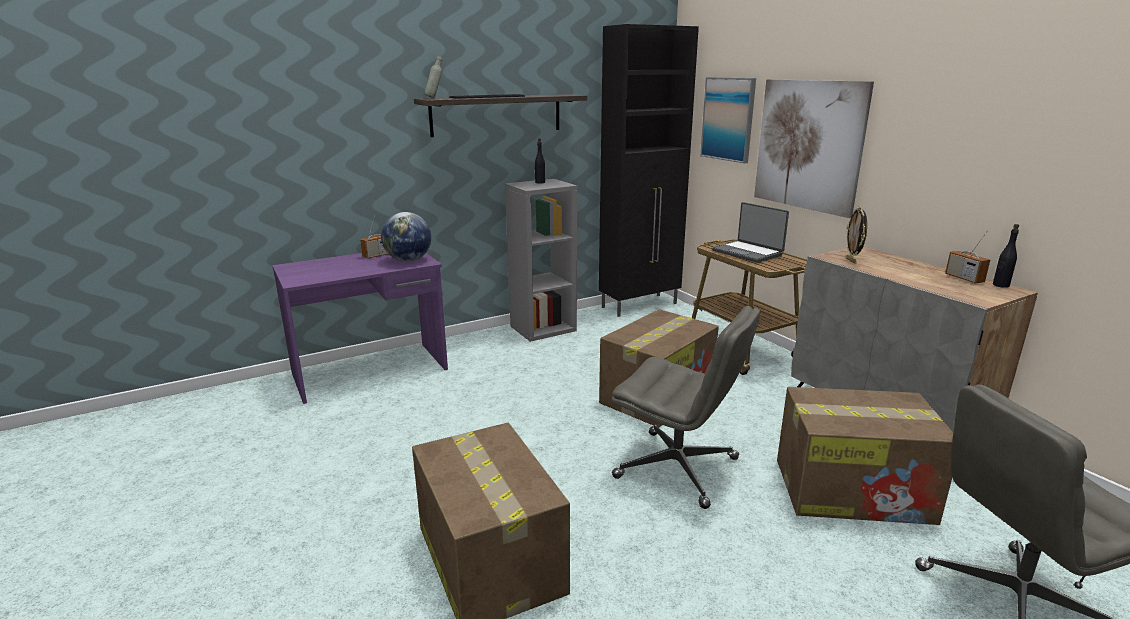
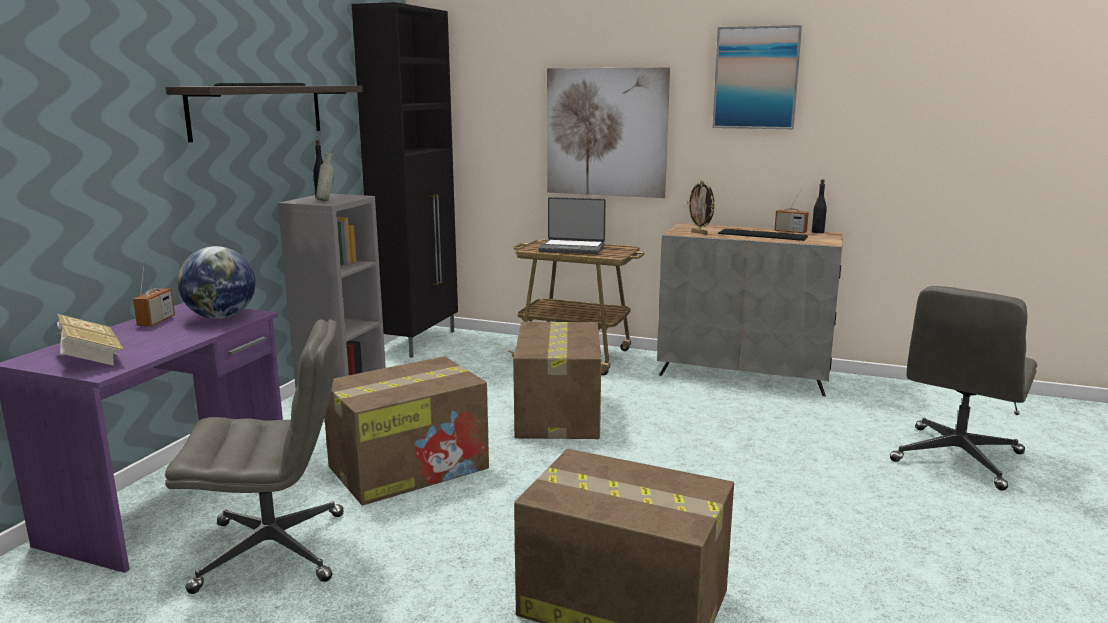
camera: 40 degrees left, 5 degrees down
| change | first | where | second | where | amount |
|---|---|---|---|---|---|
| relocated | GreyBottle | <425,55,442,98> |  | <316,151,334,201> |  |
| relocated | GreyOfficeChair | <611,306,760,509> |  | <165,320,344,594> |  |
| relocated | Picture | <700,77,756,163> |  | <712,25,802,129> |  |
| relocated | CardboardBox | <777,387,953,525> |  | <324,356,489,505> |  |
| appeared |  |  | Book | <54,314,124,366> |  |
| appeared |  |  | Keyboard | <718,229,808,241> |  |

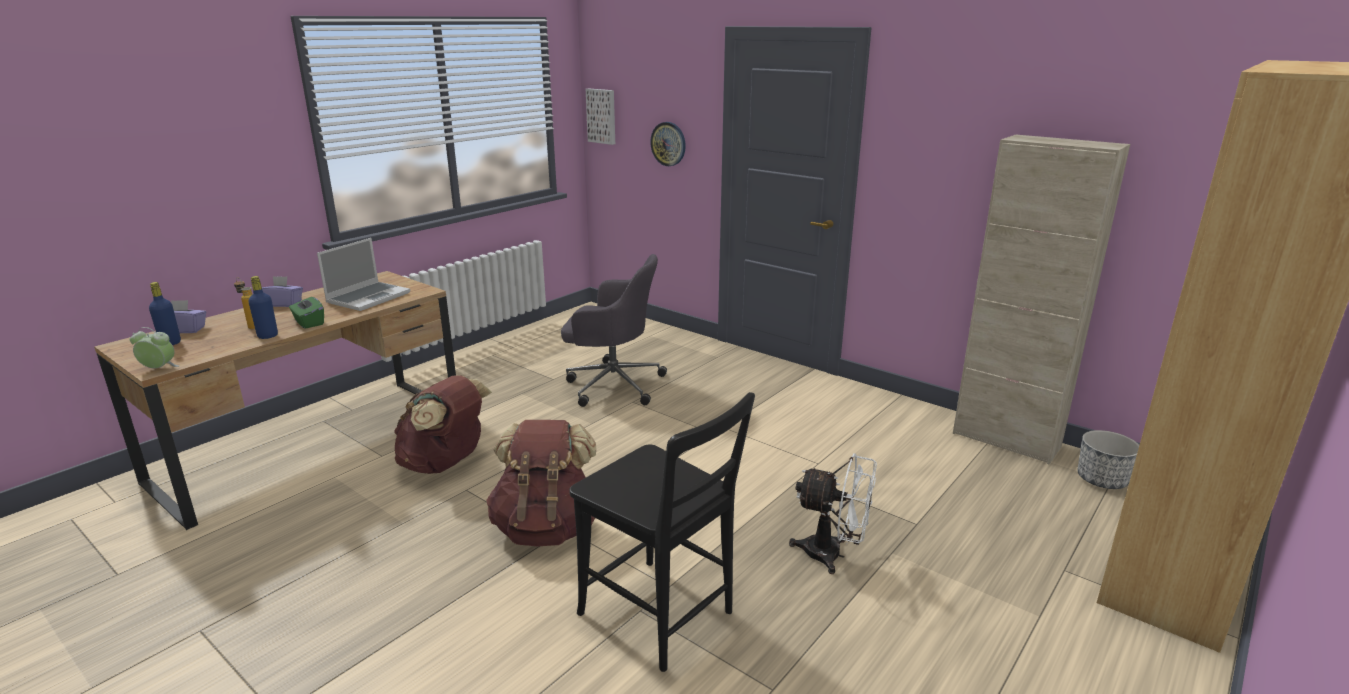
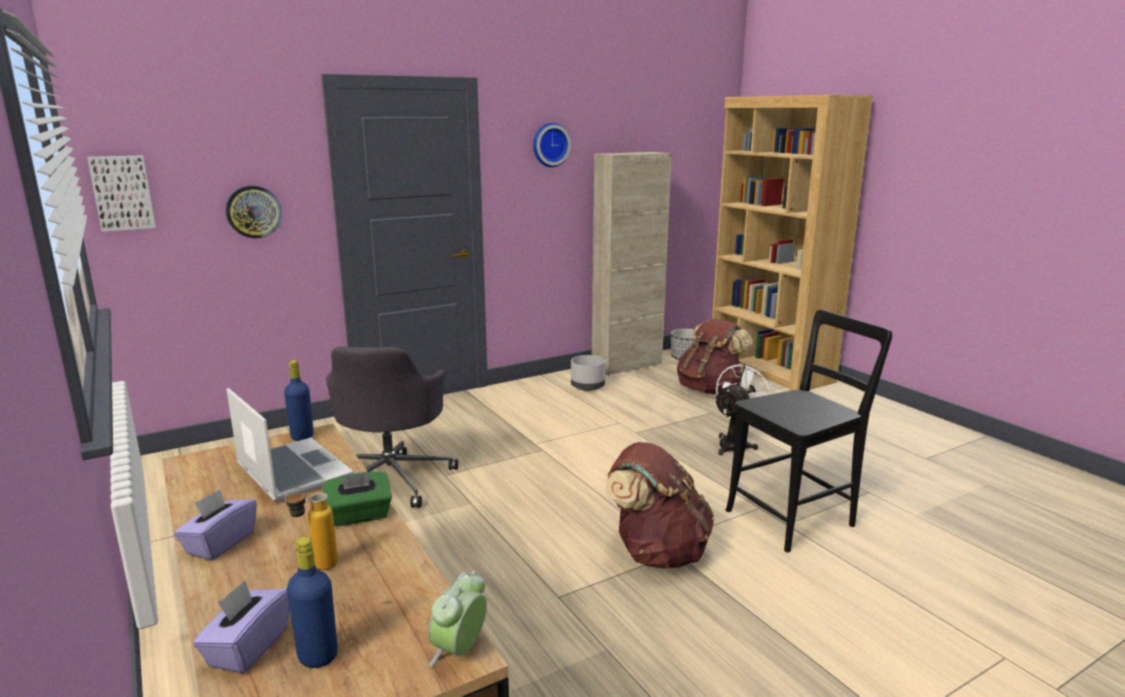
camera: 70 degrees left, 5 degrees down
| change | first | where | second | where | amount |
|---|---|---|---|---|---|
| relocated | BlueBottle | <249,276,278,339> |  | <284,360,314,441> |  |
| relocated | BrownBackpack | <394,375,492,474> |  | <677,318,753,394> |  |
| spun | GreyOfficeChair | <561,254,667,407> |  | <326,346,458,507> | 150 degrees clockwise |
| appeared |  |  | WallClock | <533,123,571,167> |  |
| appeared |  |  | GreyPlanter | <571,355,605,391> |  |

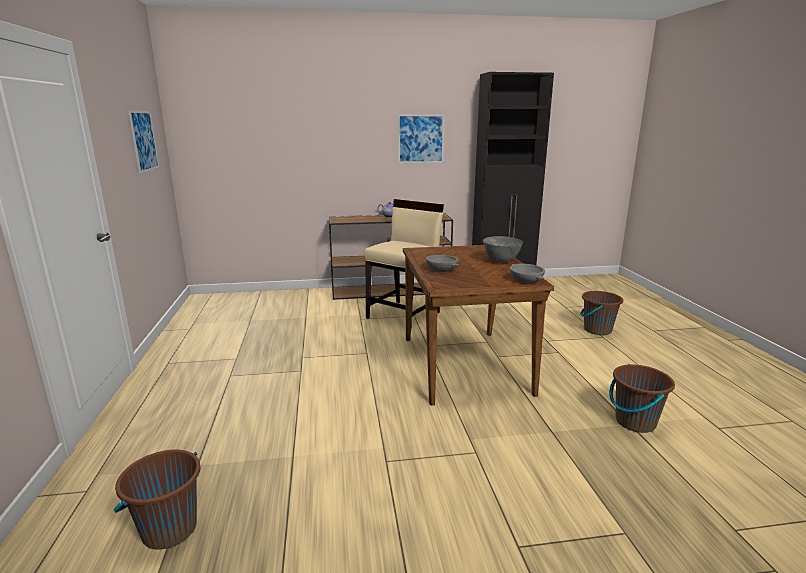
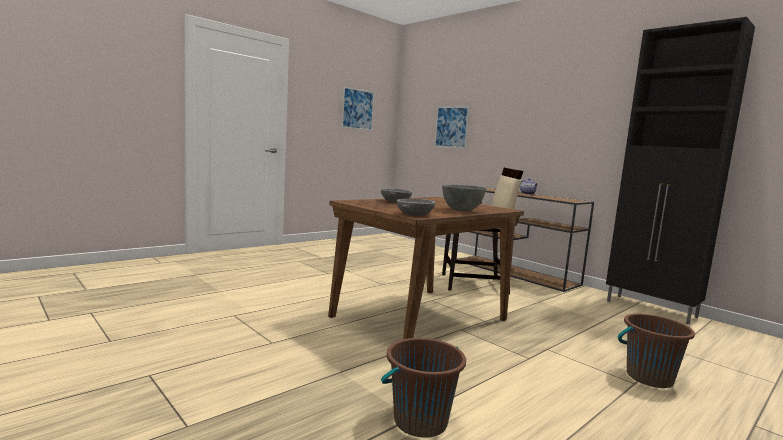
camera: 55 degrees right, 10 degrees down
| change | first | where | second | where | amount |
|---|---|---|---|---|---|
| missing | BrownBucket | <114,450,201,550> |  |  |  |
| relocated | Picture | <398,115,444,163> |  | <434,106,470,149> |  |

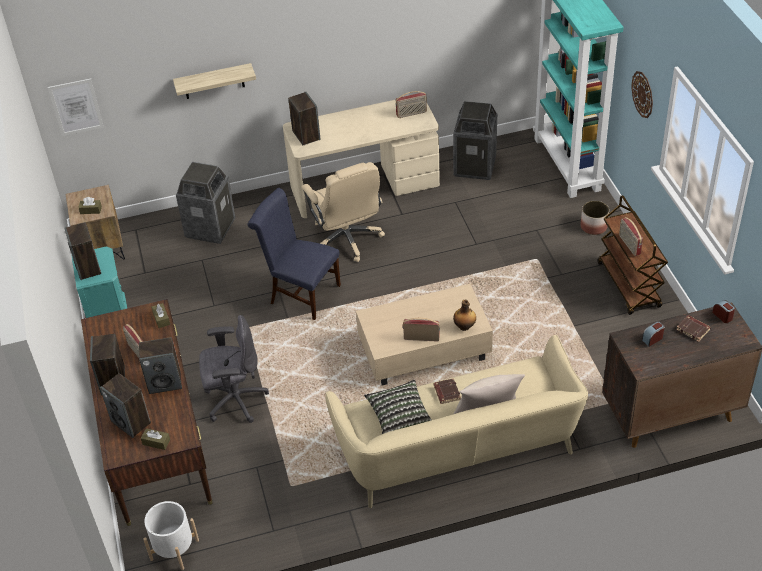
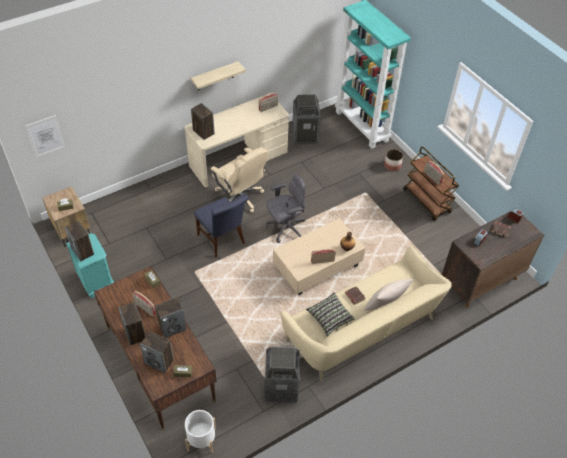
camera: 20 degrees left, 5 degrees up
| change | first | where | second | where | amount |
|---|---|---|---|---|---|
| relocated | Shelf | <173,63,256,99> |  | <191,61,246,90> |  |
| relocated | TrashCan | <176,162,235,244> |  | <265,346,300,403> |  |
| relocated | GreyOfficeChair | <199,315,269,423> |  | <266,174,306,243> |  |
| spun | BlueChair | <247,188,341,320> |  | <194,194,249,258> | 135 degrees counterclockwise |
| missing | WallClock | <631,71,653,118> |  |  |  |

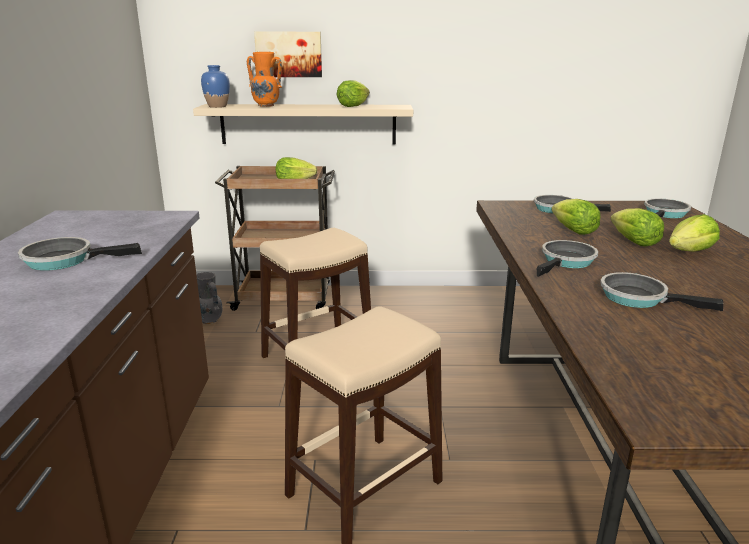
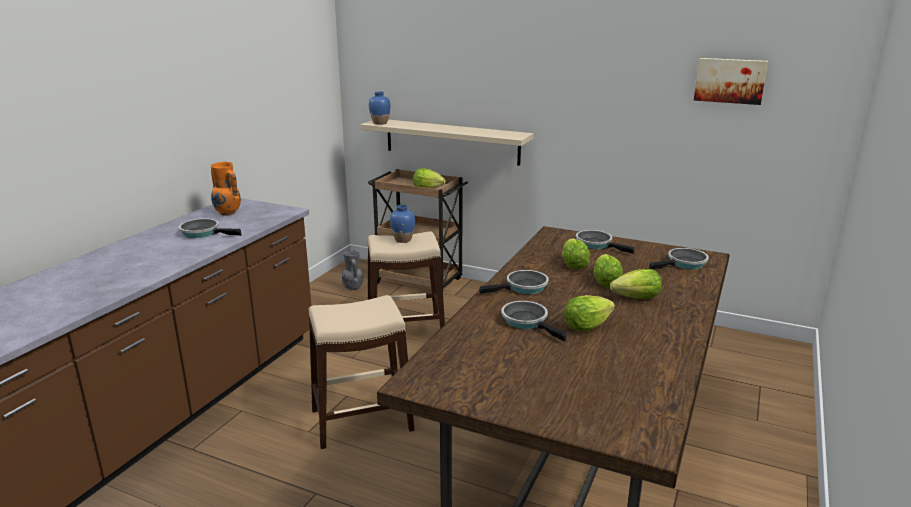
camera: 25 degrees right, 0 degrees up
| change | first | where | second | where | amount |
|---|---|---|---|---|---|
| relocated | OrangeVase | <247,52,282,107> |  | <211,162,241,216> |  |
| relocated | Picture | <254,31,322,77> |  | <694,58,768,105> |  |
| relocated | Lettuce | <337,80,370,107> |  | <564,295,615,332> |  |
| appeared |  |  | BlueVase | <390,205,415,243> |  |

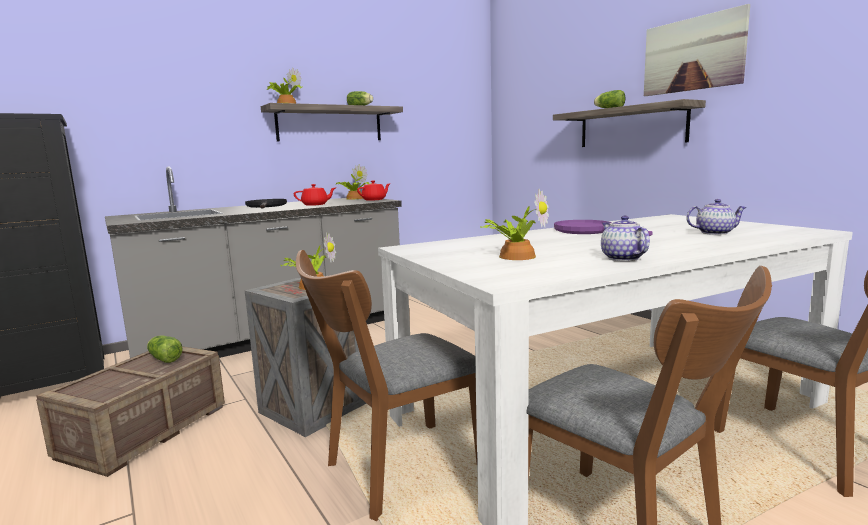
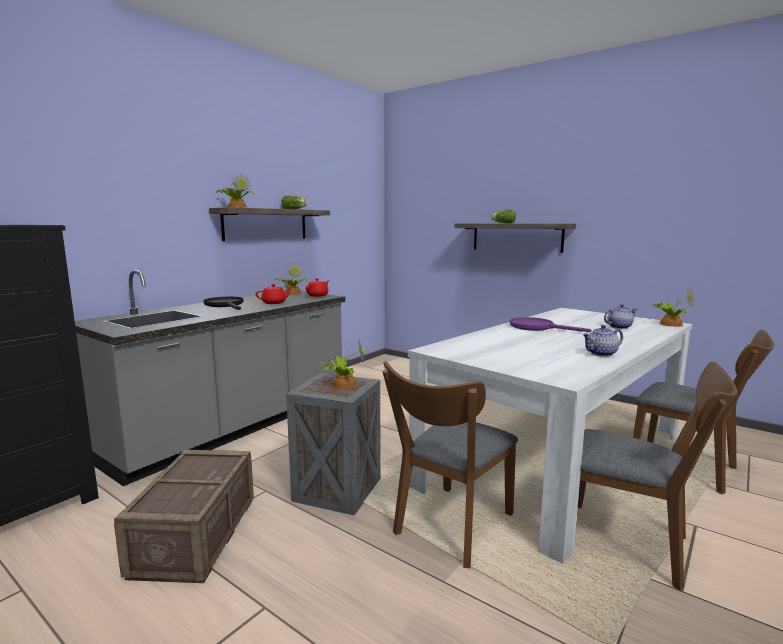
camera: 20 degrees left, 0 degrees up
| change | first | where | second | where | amount |
|---|---|---|---|---|---|
| missing | Lettuce | <147,335,183,363> |  |  |  |
| relocated | PottedPlant | <480,189,549,260> |  | <652,288,694,327> |  |
| spun | Teapot | <601,216,650,261> |  | <582,325,623,357> | 75 degrees counterclockwise |
| missing | Picture | <644,4,750,96> |  |  |  |

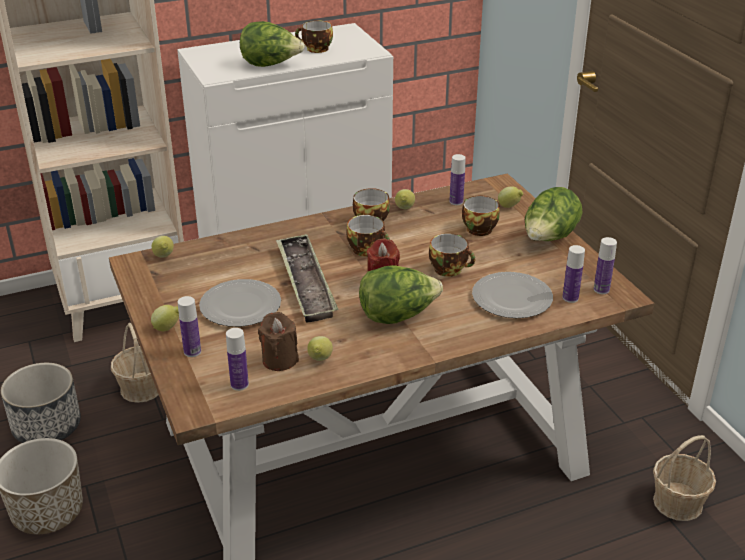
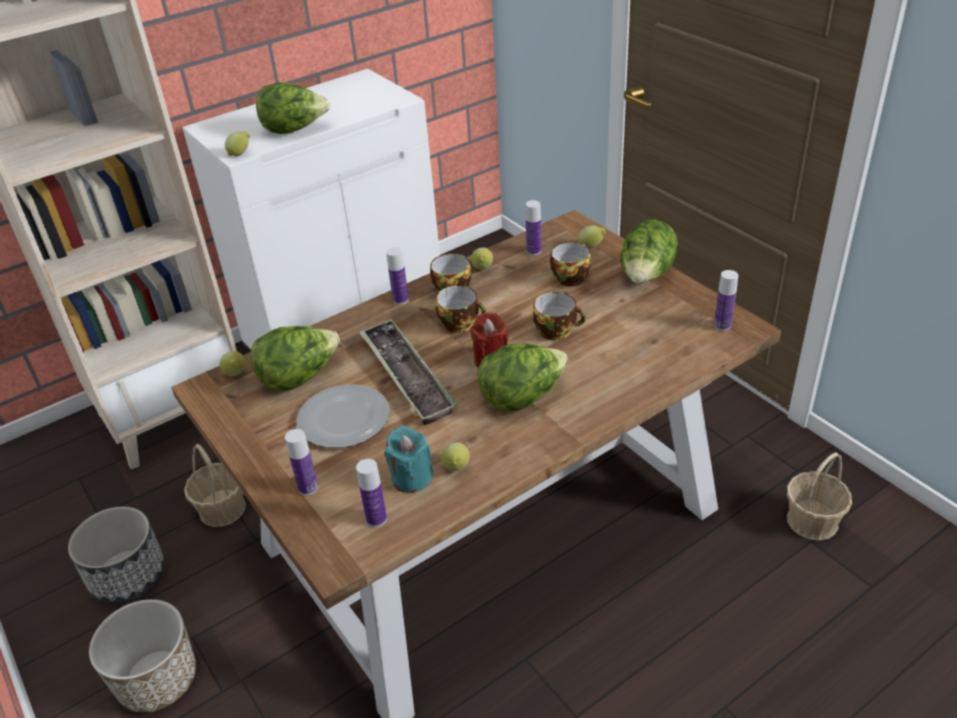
camera: 10 degrees left, 5 degrees up
| change | first | where | second | where | amount |
|---|---|---|---|---|---|
| relocated | Lemon | <151,305,179,331> |  | <225,131,250,156> |  |
| colour | BrownCandle | <258,312,299,371> | TurquoiseCandle | <384,426,434,493> |  |
| missing | Cup | <295,20,333,53> |  |  |  |
| missing | Plate | <472,272,553,318> |  |  |  |
| relocated | Bottle | <562,245,585,303> |  | <386,247,409,305> |  |
| appeared |  |  | Lettuce | <250,326,340,391> |  |

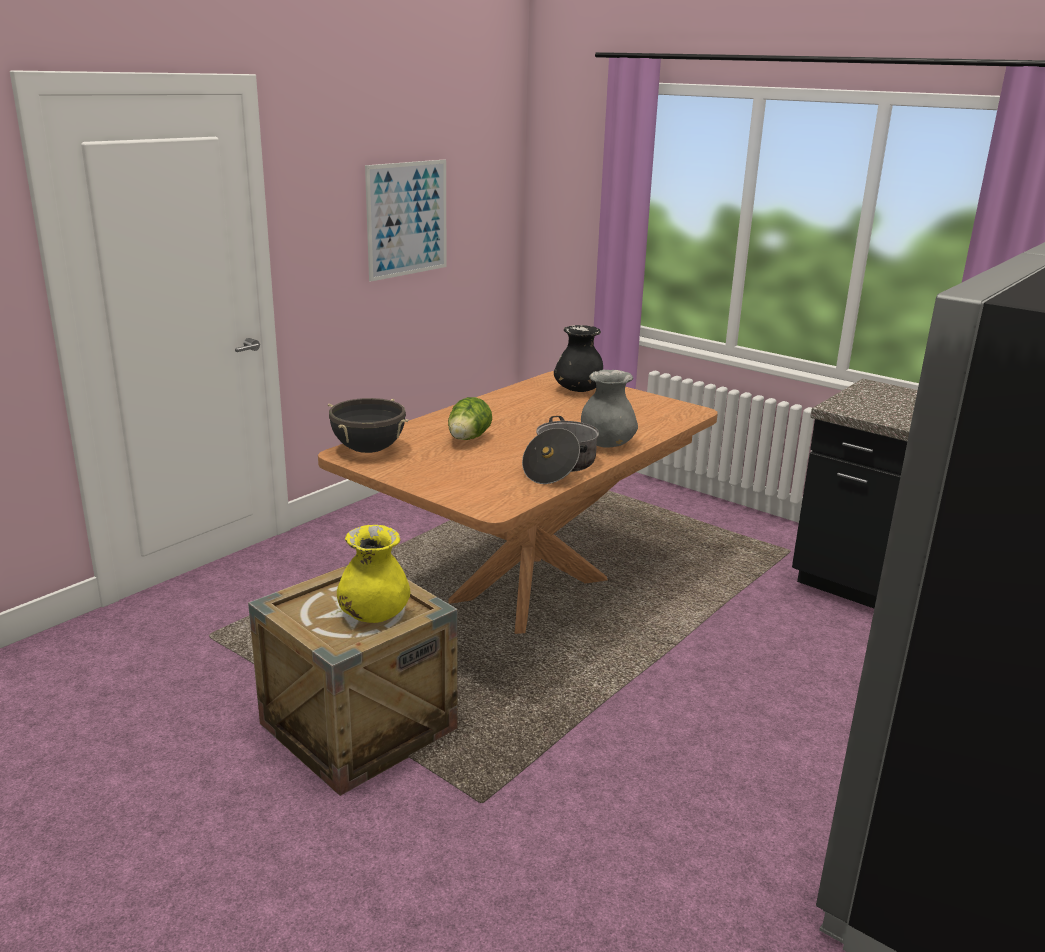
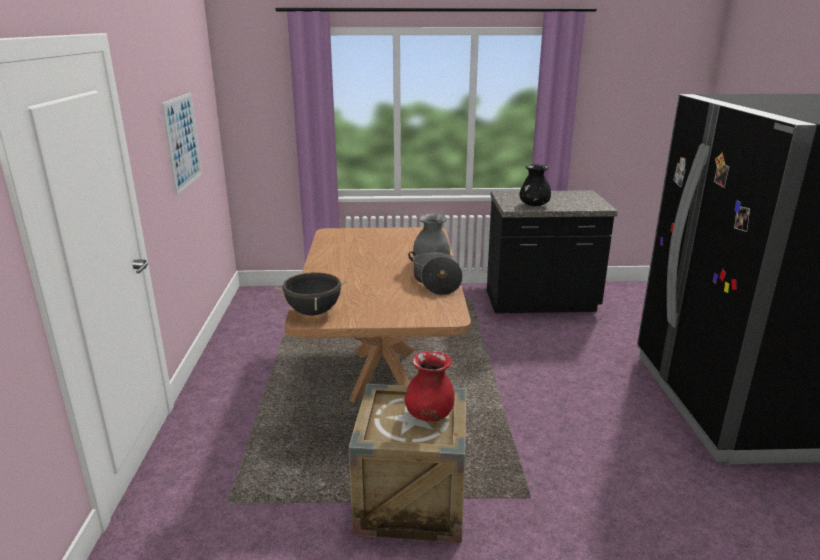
camera: 40 degrees left, 0 degrees up
| change | first | where | second | where | amount |
|---|---|---|---|---|---|
| colour | YellowVase | <337,525,410,623> | RedVase | <405,351,455,421> |  |
| missing | Lettuce | <448,397,492,440> |  |  |  |
| relocated | BlackVase | <554,325,603,392> |  | <519,164,551,206> |  |

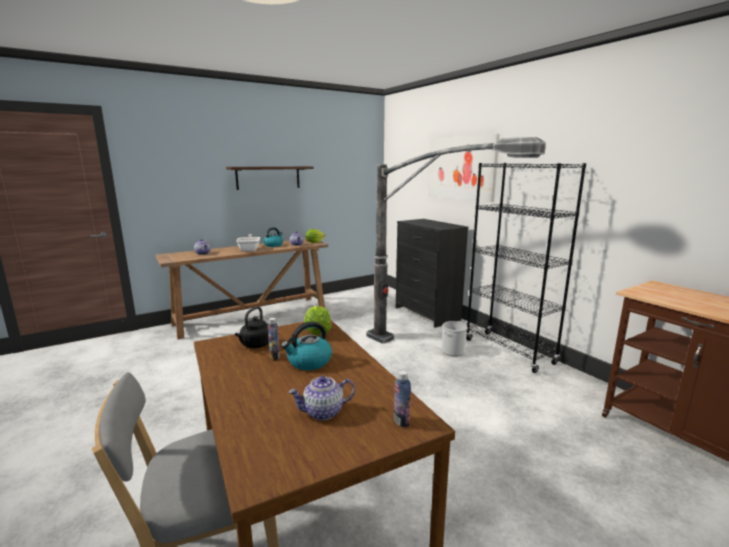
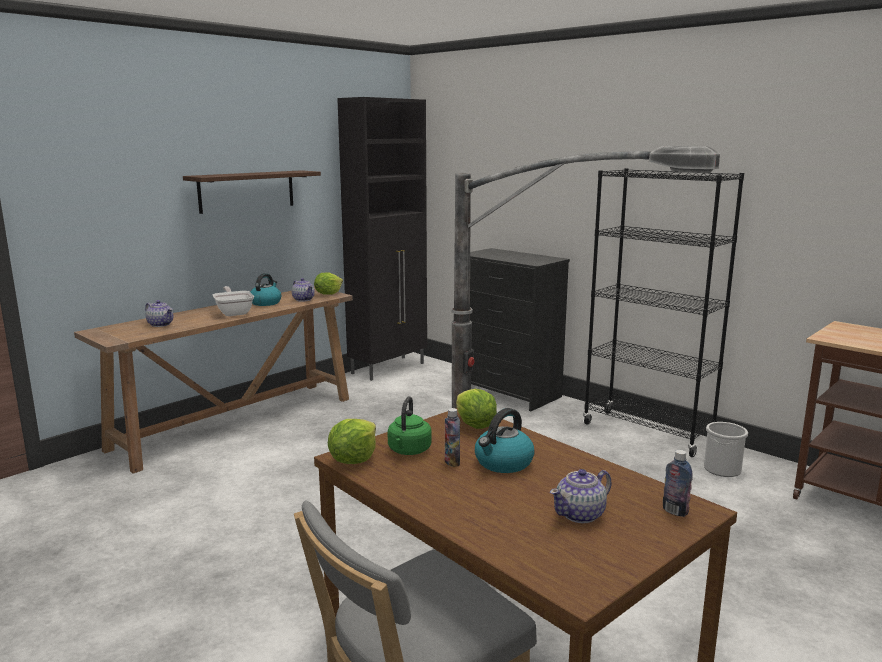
camera: 15 degrees left, 0 degrees up
| change | first | where | second | where | amount |
|---|---|---|---|---|---|
| colour | BlackKettle | <235,307,269,348> | GreenKettle | <388,396,432,455> |  |
| missing | Picture | <427,134,500,202> |  |  |  |
| relocated | Bucket | <442,321,468,356> |  | <704,422,748,477> |  |
| appeared |  |  | Lettuce | <328,419,376,464> |  |
| appeared |  |  | BlackCabinet | <337,97,427,381> |  |

